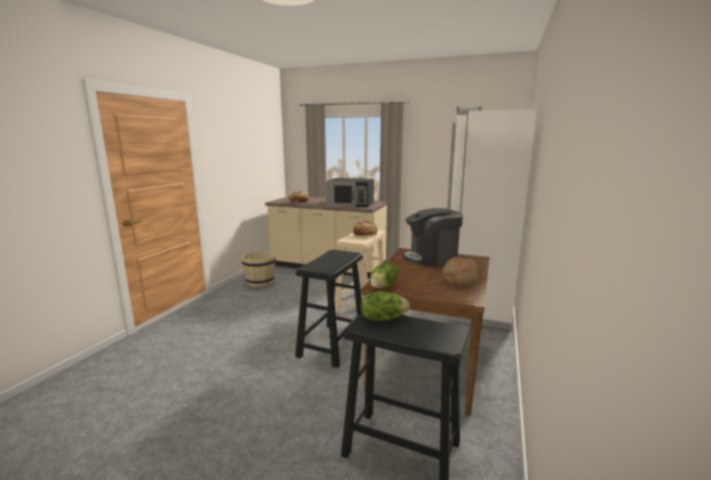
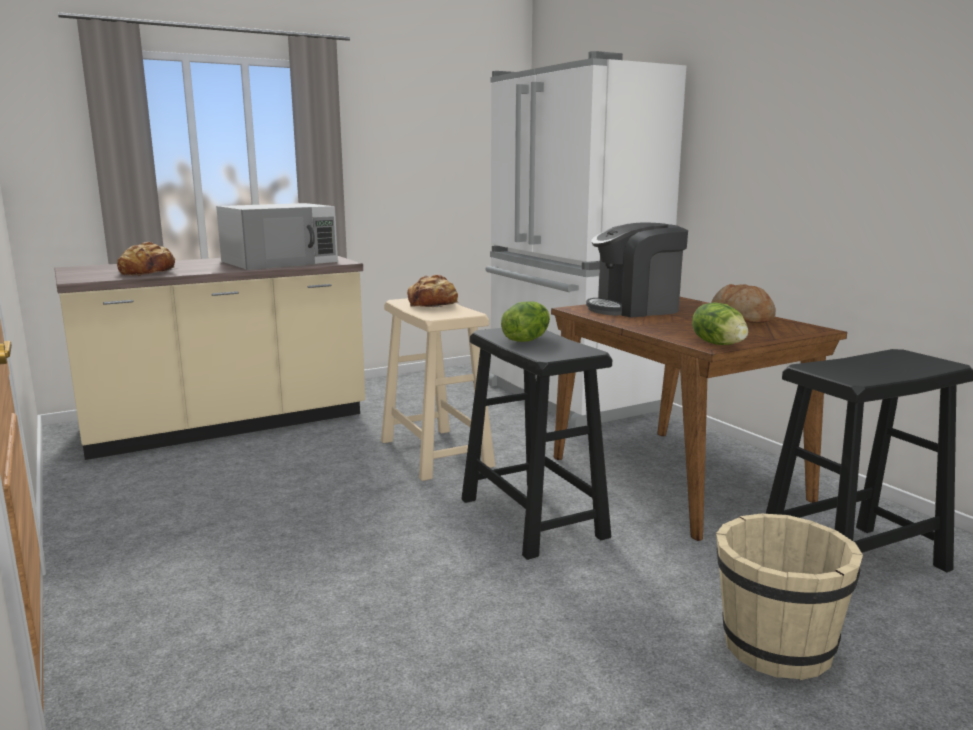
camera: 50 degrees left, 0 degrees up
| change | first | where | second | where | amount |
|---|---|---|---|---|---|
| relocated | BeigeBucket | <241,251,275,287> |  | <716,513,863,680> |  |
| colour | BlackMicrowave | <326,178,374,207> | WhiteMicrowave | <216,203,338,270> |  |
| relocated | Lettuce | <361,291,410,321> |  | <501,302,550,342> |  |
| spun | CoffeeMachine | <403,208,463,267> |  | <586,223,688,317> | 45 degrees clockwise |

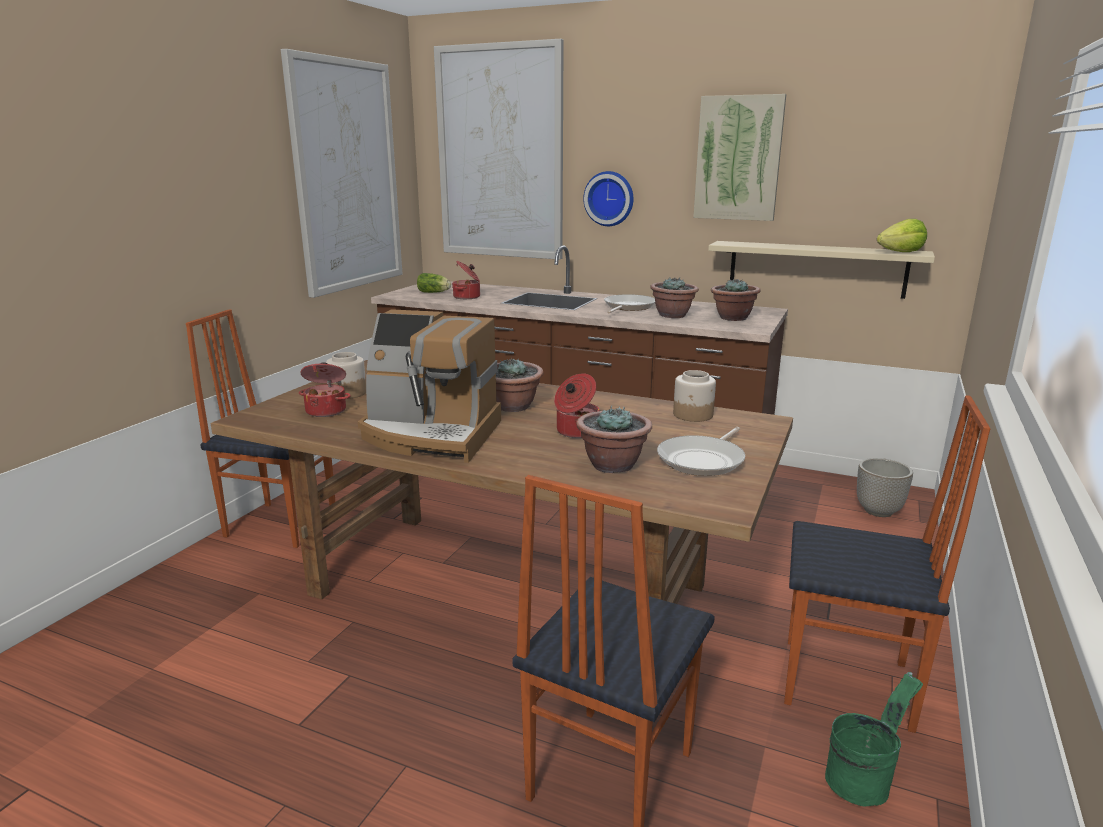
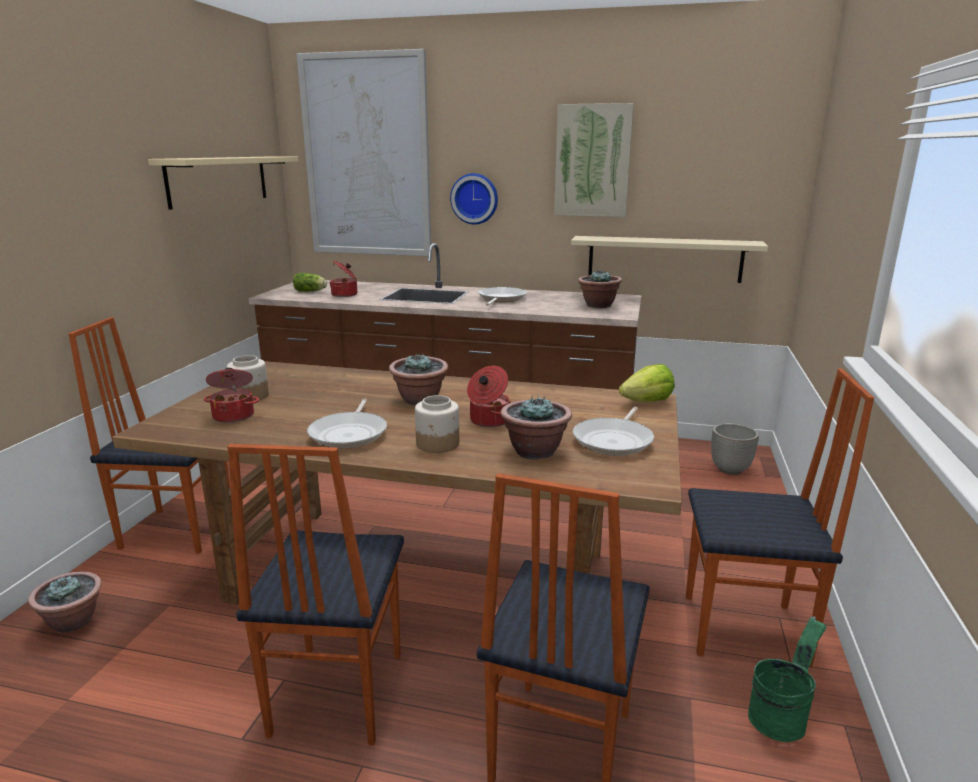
camera: 10 degrees left, 0 degrees up
| change | first | where | second | where | amount |
|---|---|---|---|---|---|
| exchanged | Picture | <281,49,402,298> | BeigeShelf | <148,157,298,210> |  |
| exchanged | CoffeeMachine | <358,309,501,463> | FryingPan | <307,399,387,449> |  |
| relocated | PottedPlant | <650,277,699,318> |  | <28,571,102,633> |  |
| relocated | Jar | <673,370,716,422> |  | <415,395,459,453> |  |
| relocated | Lettuce | <877,219,927,252> |  | <619,364,675,402> |  |
| appeared |  |  | Chair | <227,444,404,745> |  |

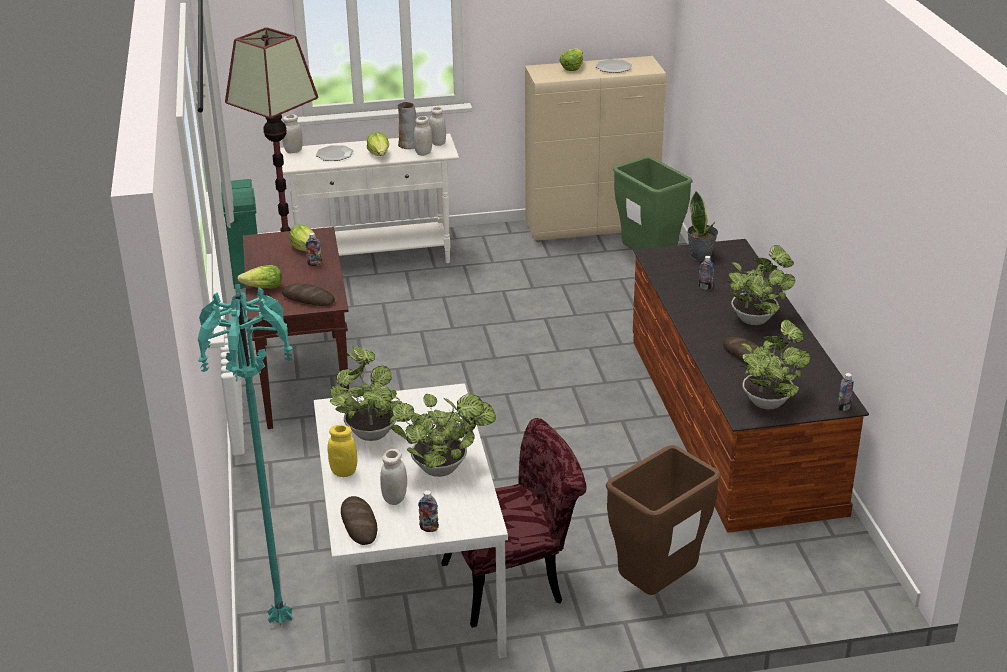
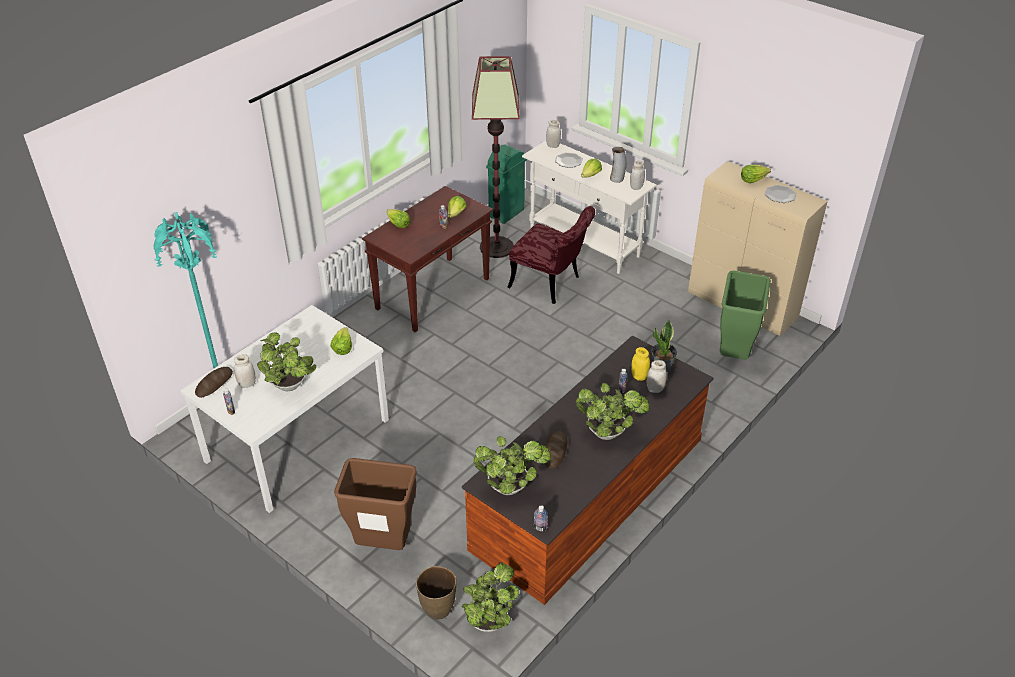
camera: 50 degrees right, 10 degrees up
| change | first | where | second | where | amount |
|---|---|---|---|---|---|
| missing | Bread | <282,284,335,306> |  |  |  |
| relocated | YellowJar | <327,425,357,477> |  | <631,347,650,381> |  |
| relocated | PottedPlant | <330,346,407,441> |  | <462,562,519,632> |  |
| relocated | WhiteJar | <414,116,433,156> |  | <647,360,667,393> |  |
| relocated | RedChair | <441,418,587,628> |  | <507,206,595,304> |  |
| appeared |  |  | Lettuce | <330,327,352,355> |  |
| appeared |  |  | BrownVase | <416,566,456,620> |  |

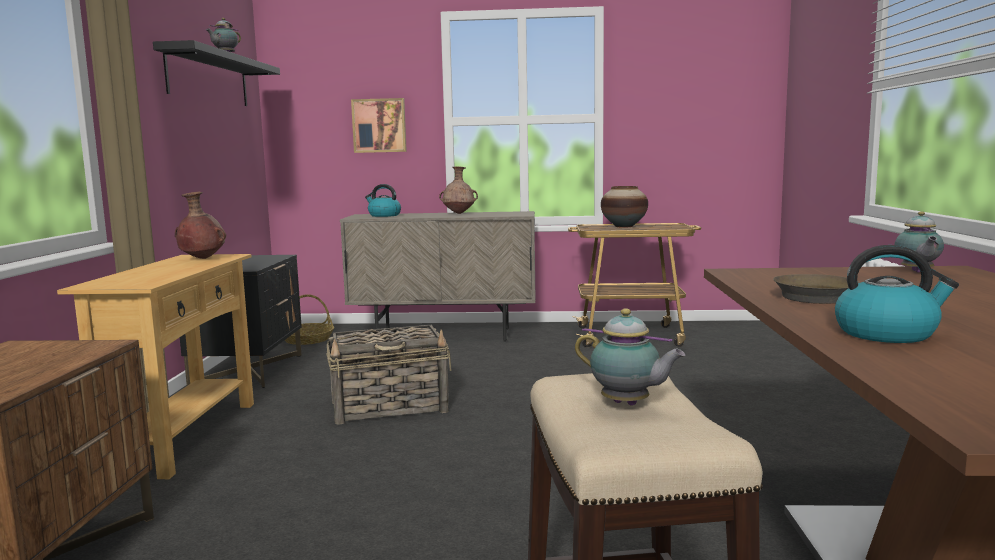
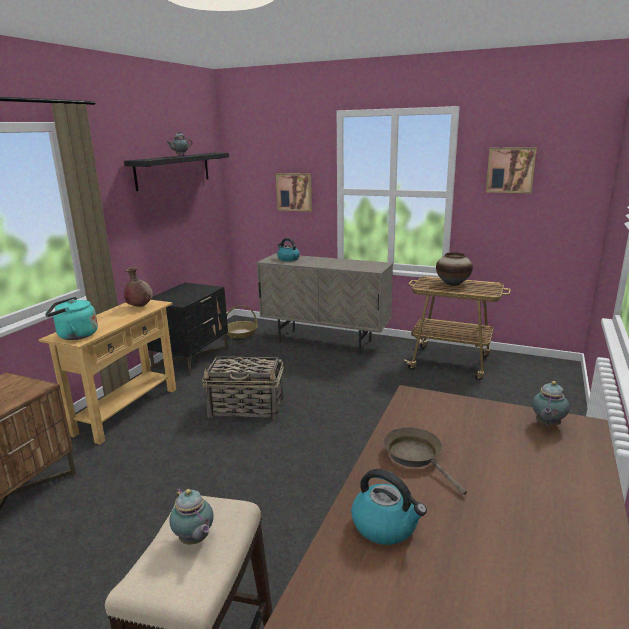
camera: 20 degrees right, 10 degrees up
| change | first | where | second | where | amount |
|---|---|---|---|---|---|
| missing | BrownVase | <439,166,478,214> |  |  |  |
| appeared |  |  | TurquoiseKettle | <45,297,98,340> |  |
| appeared |  |  | Picture | <486,147,537,193> |  |

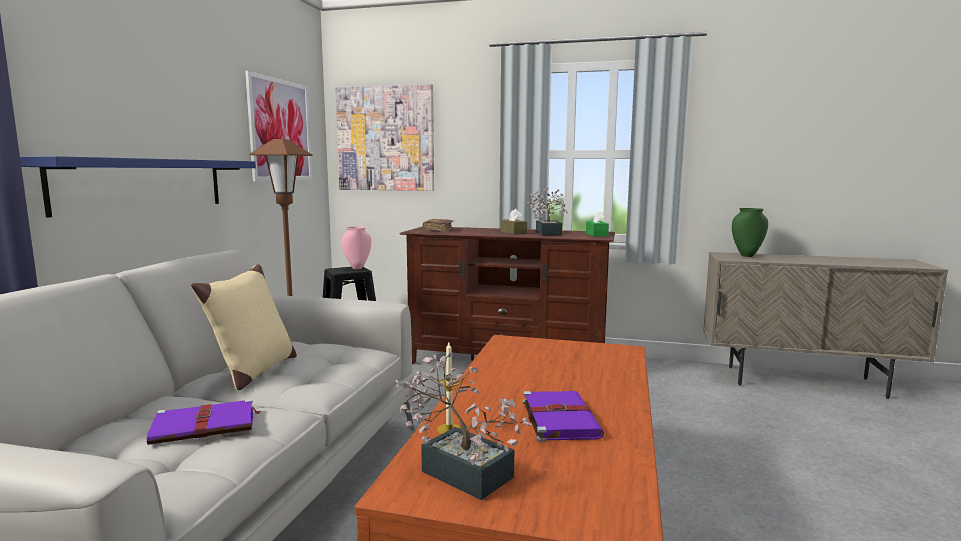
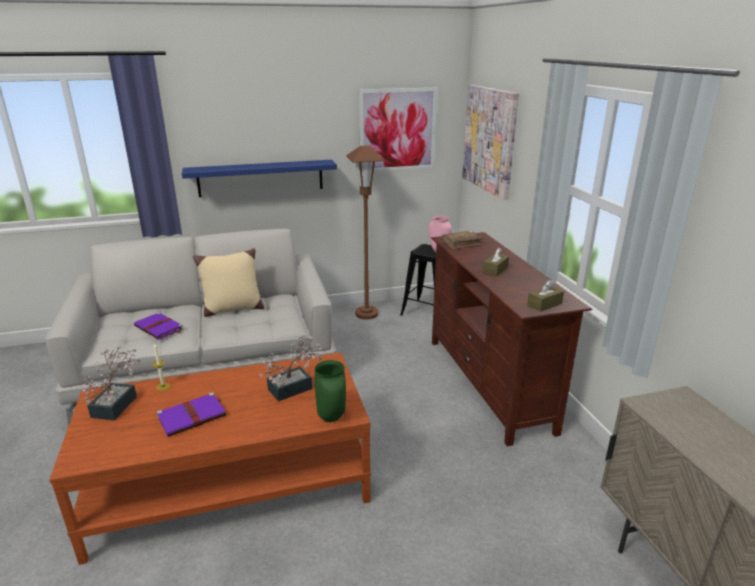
camera: 60 degrees right, 15 degrees up
| change | first | where | second | where | amount |
|---|---|---|---|---|---|
| relocated | PottedPlant | <527,188,568,235> |  | <259,335,323,402> |  |
| colour | GreenTissueBox | <586,210,609,237> | BrownTissueBox | <527,280,564,312> |  |
| relocated | GreenVase | <732,208,768,257> |  | <314,360,346,422> |  |

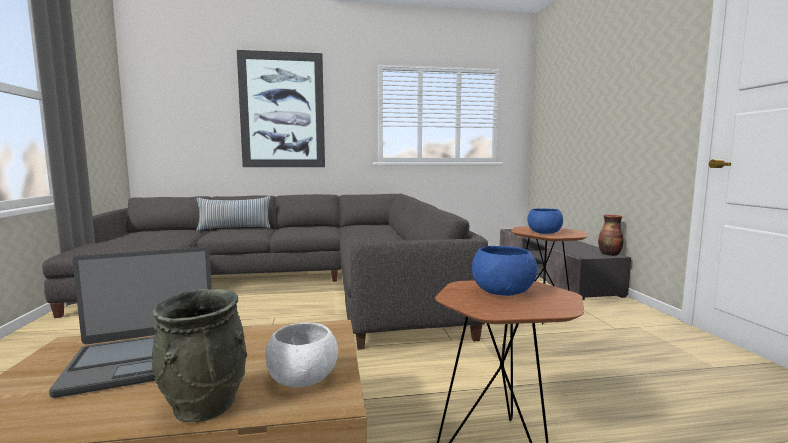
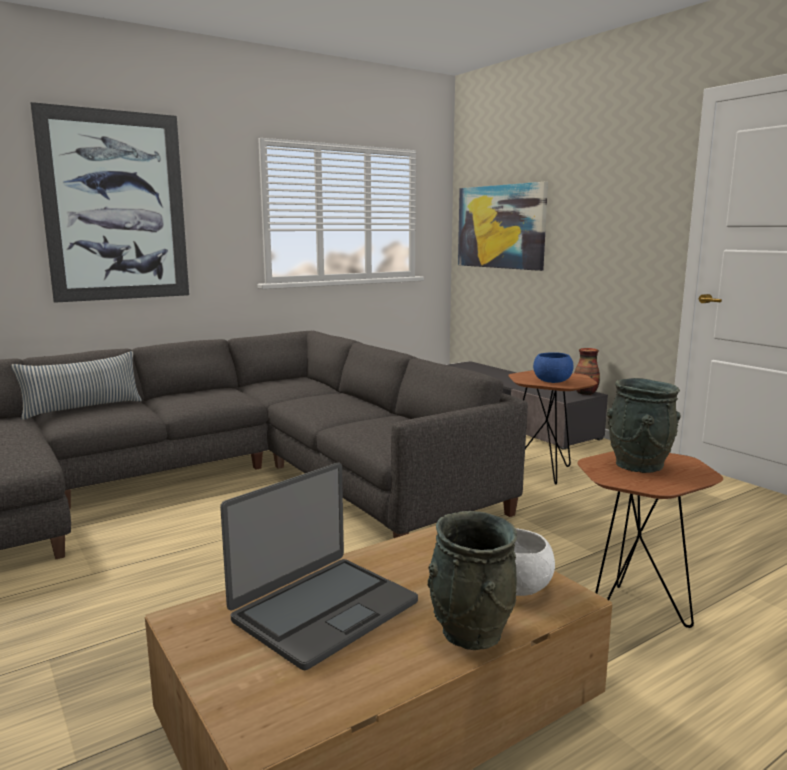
camera: 25 degrees left, 5 degrees up
| change | first | where | second | where | amount |
|---|---|---|---|---|---|
| exchanged | BlueBowl | <472,246,538,296> | GreyVase | <607,378,680,473> |  |
| appeared |  |  | Picture | <458,182,548,271> |  |

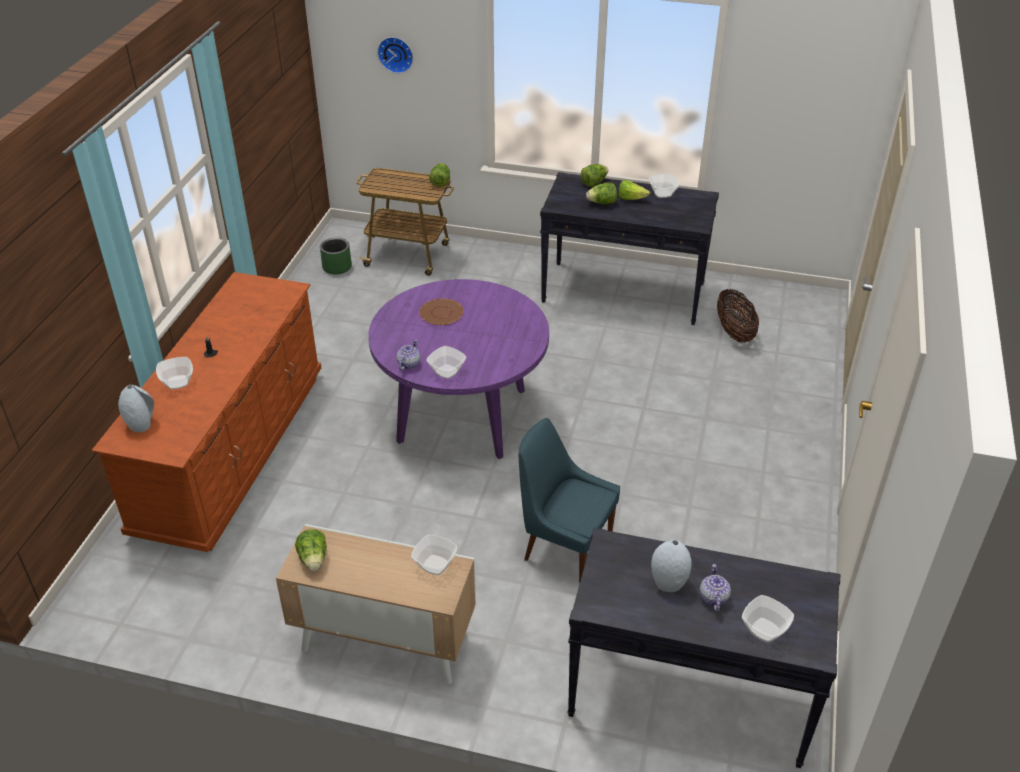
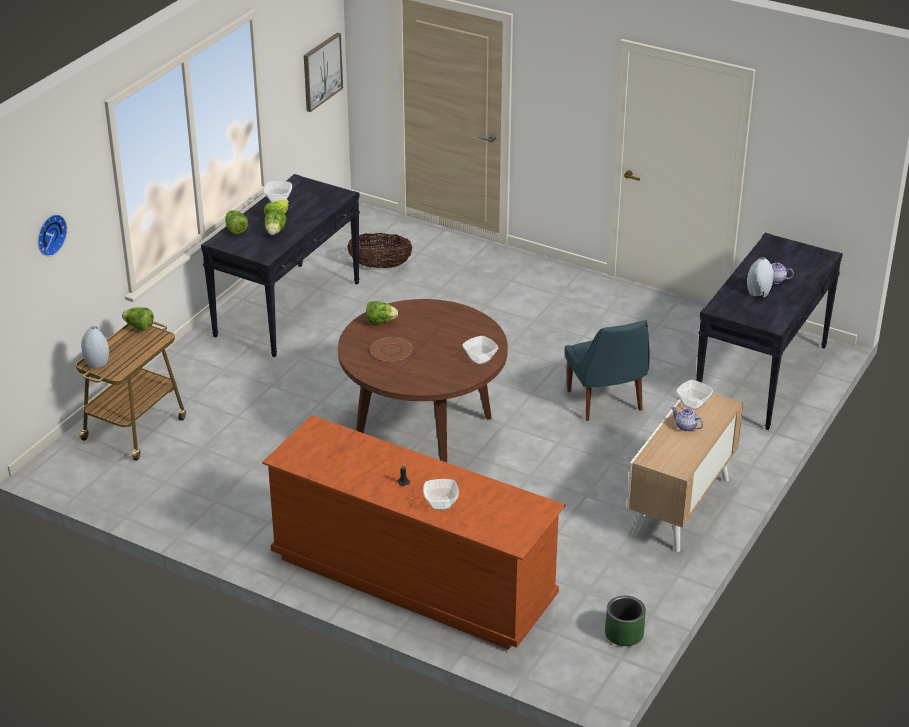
camera: 75 degrees left, 5 degrees down
| change | first | where | second | where | amount |
|---|---|---|---|---|---|
| relocated | GreyVase | <118,385,154,432> |  | <81,326,109,368> |  |
| relocated | Lettuce | <295,529,327,571> |  | <366,301,398,324> |  |
| relocated | GreenPlanter | <320,238,352,275> |  | <605,596,646,646> |  |
| colour | PurpleDiningTable | <368,279,549,459> | BrownDiningTable | <338,299,508,462> |  |
| relocated | Teapot | <397,339,420,370> |  | <671,407,704,431> |  |
| spun | BlueChair | <518,418,620,583> |  | <565,320,650,421> | 60 degrees counterclockwise |
| missing | Bowl | <742,595,794,643> |  |  |  |
| appeared |  |  | Picture | <304,33,343,112> |  |

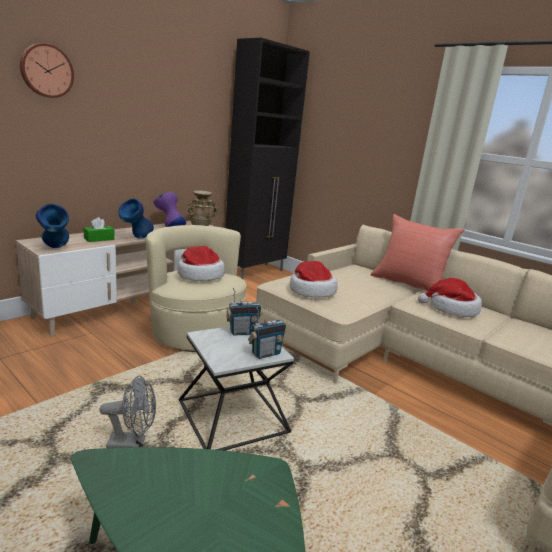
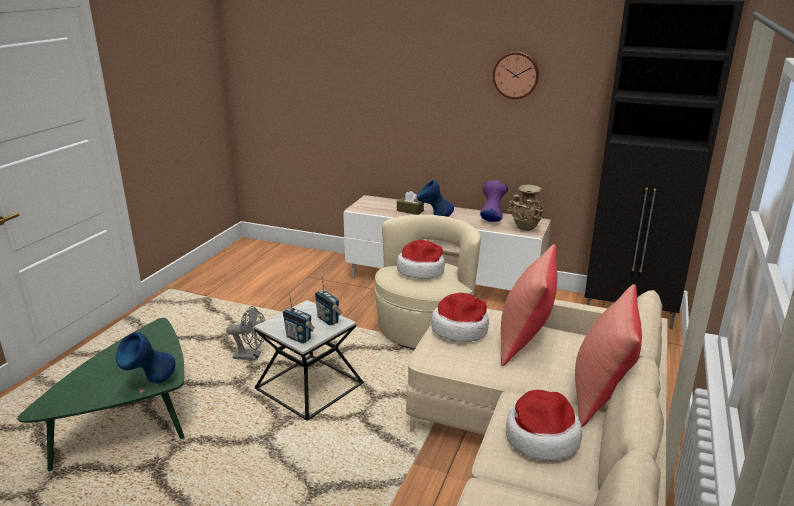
camera: 70 degrees right, 5 degrees up
| change | first | where | second | where | amount |
|---|---|---|---|---|---|
| relocated | WallClock | <20,43,74,98> |  | <493,52,539,99> |  |
| relocated | BlueVase | <35,204,69,248> |  | <116,332,175,384> |  |
| colour | GreenTissueBox | <84,217,115,242> | BrownTissueBox | <397,191,424,215> |  |
| spun | GreyFan | <99,376,156,448> |  | <226,306,265,360> | 60 degrees counterclockwise |
| appeared |  |  | RedPillow | <501,244,557,366> |  |

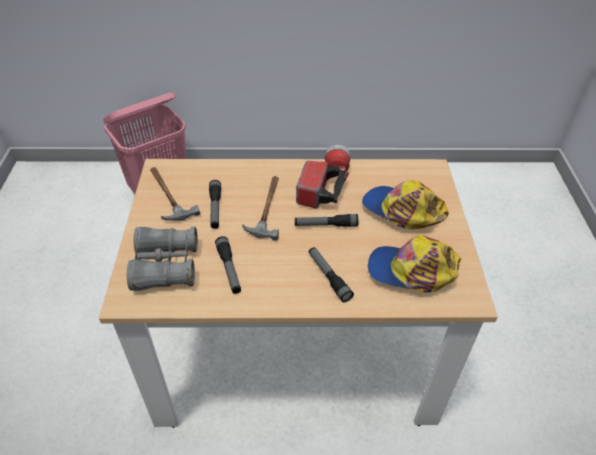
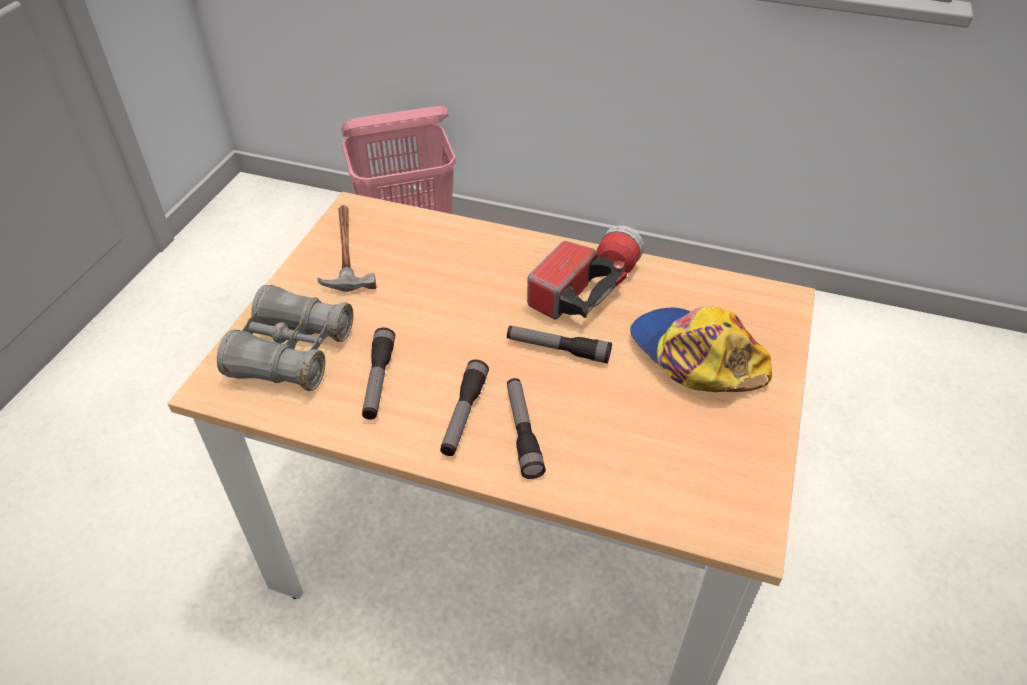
camera: 20 degrees right, 0 degrees up
| change | first | where | second | where | amount |
|---|---|---|---|---|---|
| relocated | Flashlight | <209,180,221,229> |  | <440,360,489,456> |  |
| missing | Hammer | <242,176,279,241> |  |  |  |
| missing | Cap | <368,235,461,292> |  |  |  |

